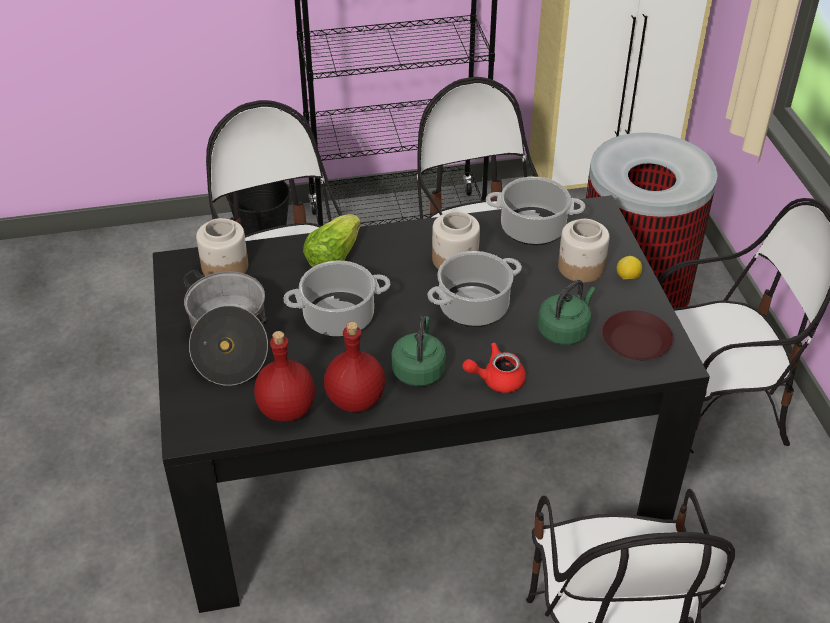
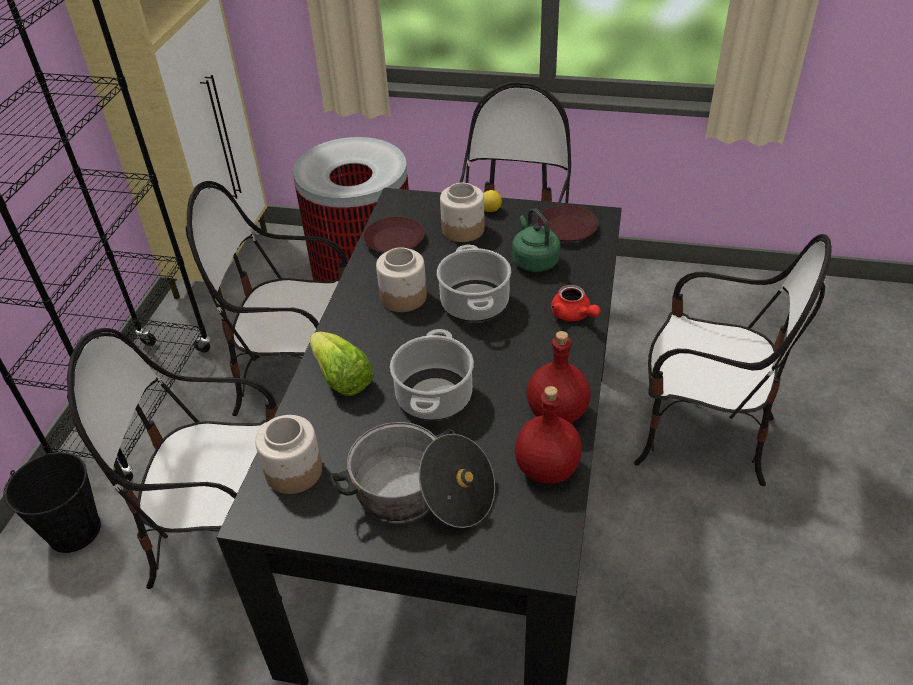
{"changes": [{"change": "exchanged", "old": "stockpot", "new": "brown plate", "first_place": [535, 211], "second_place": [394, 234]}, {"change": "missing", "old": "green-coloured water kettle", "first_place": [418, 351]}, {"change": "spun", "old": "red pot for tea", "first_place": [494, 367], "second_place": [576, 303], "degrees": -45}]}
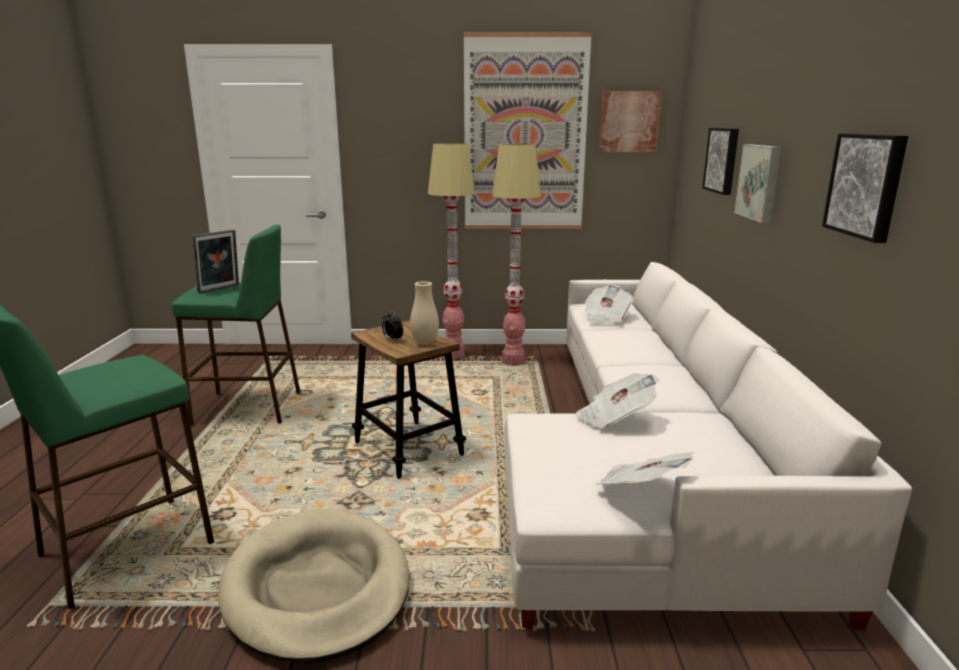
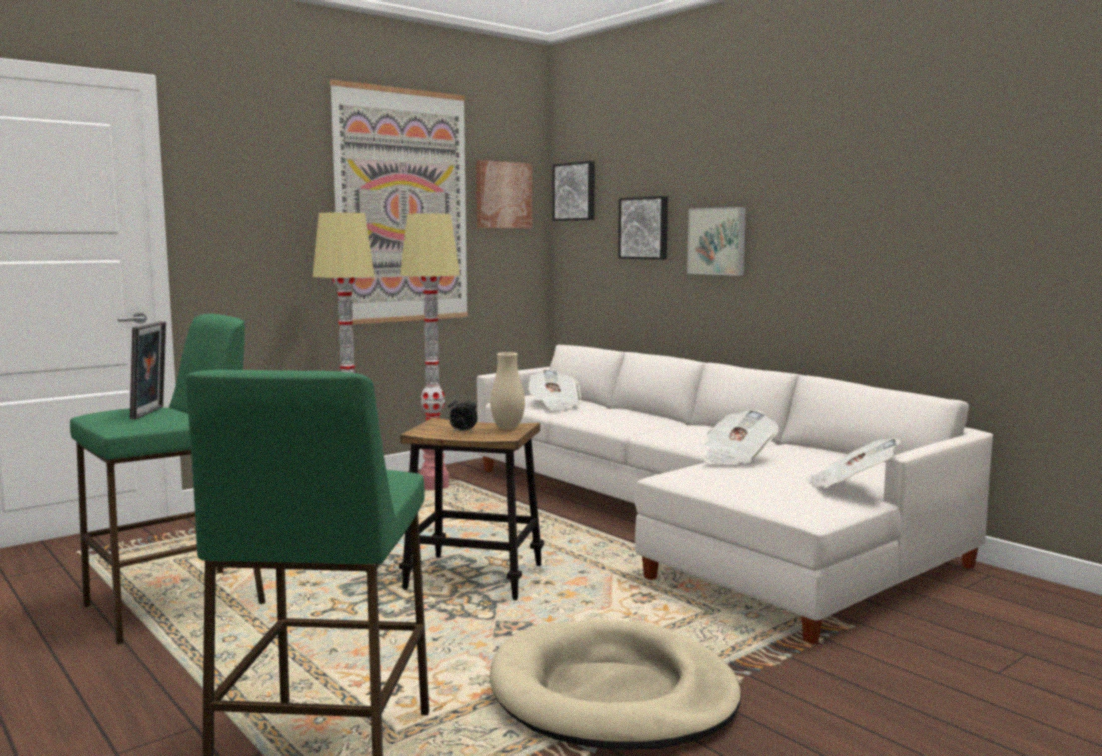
{"changes": [{"change": "relocated", "old": "wall picture", "first_place": [865, 188], "second_place": [573, 191]}]}
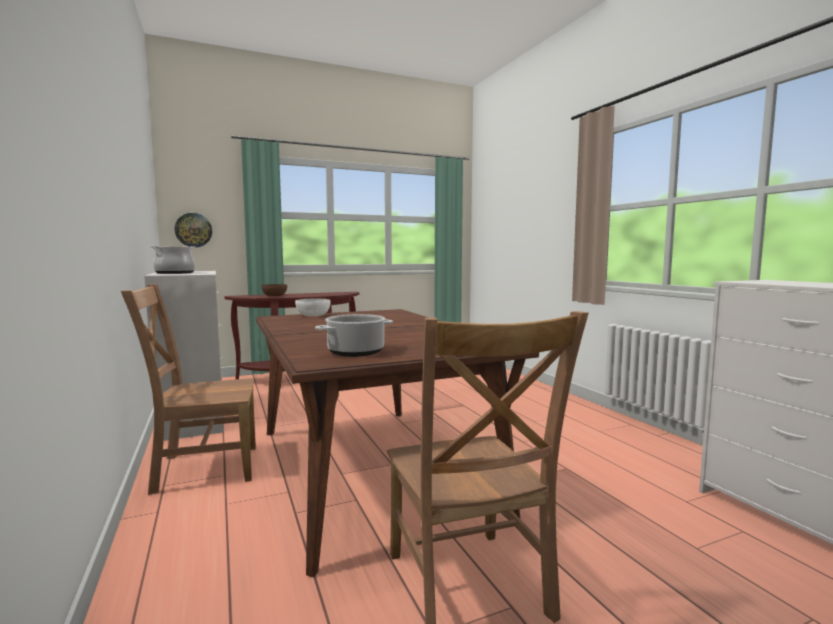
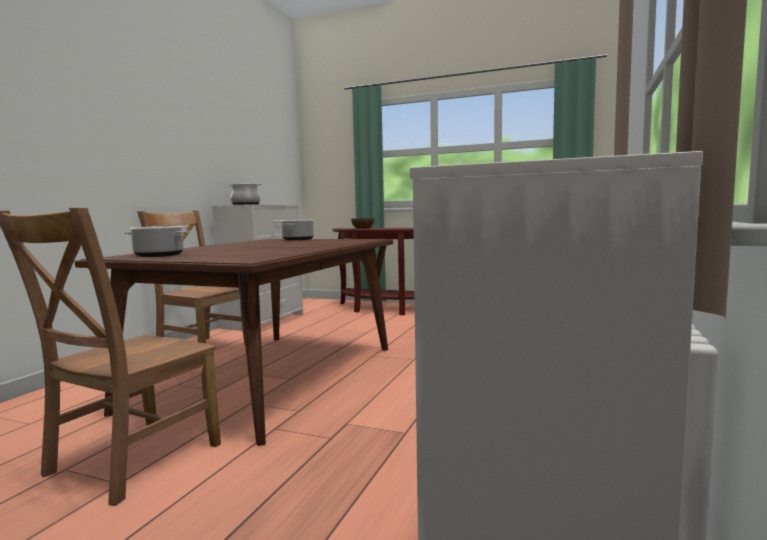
{"changes": [{"change": "missing", "old": "hanging clock", "first_place": [193, 230]}, {"change": "exchanged", "old": "white-coloured serving bowl", "new": "stockpot", "first_place": [313, 307], "second_place": [297, 230]}]}
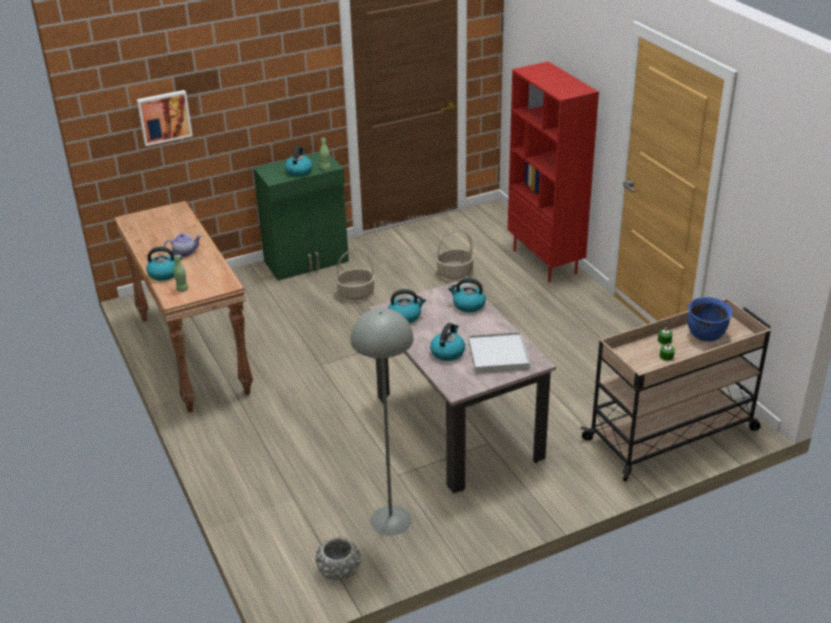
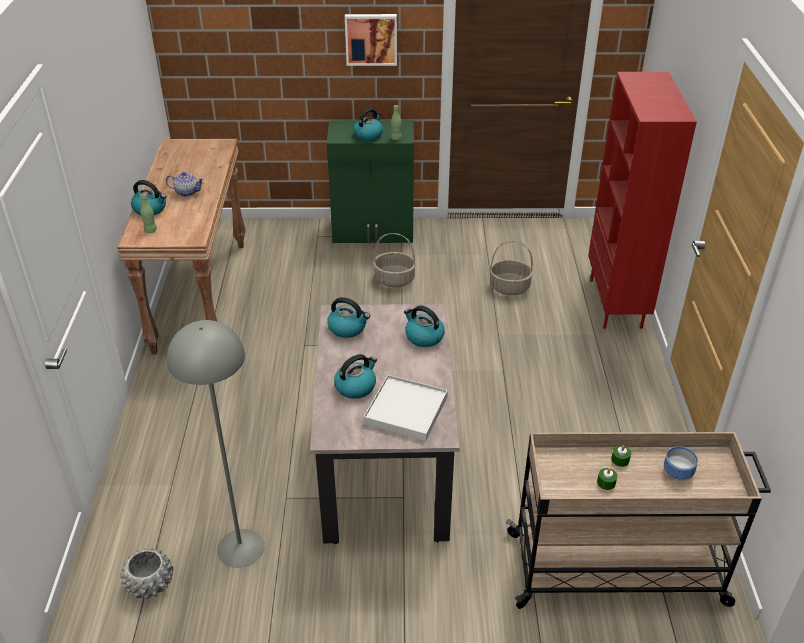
{"changes": [{"change": "relocated", "old": "wall picture", "first_place": [164, 118], "second_place": [371, 40]}, {"change": "exchanged", "old": "bluish stockpot", "new": "serving bowl", "first_place": [710, 319], "second_place": [681, 463]}]}
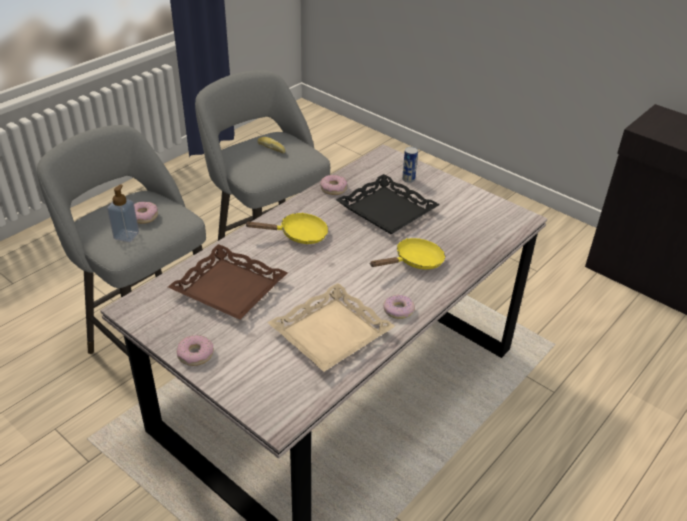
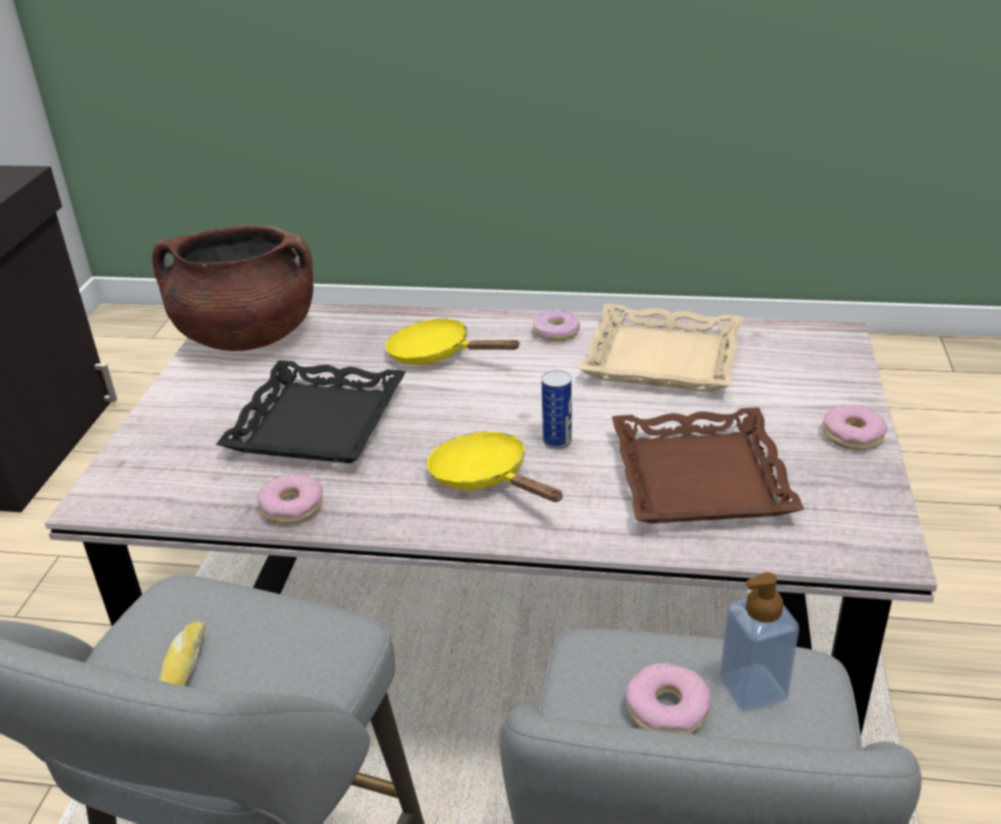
{"changes": [{"change": "relocated", "old": "sealed can", "first_place": [410, 165], "second_place": [557, 409]}, {"change": "appeared", "new": "brown stockpot", "second_place": [233, 288]}]}
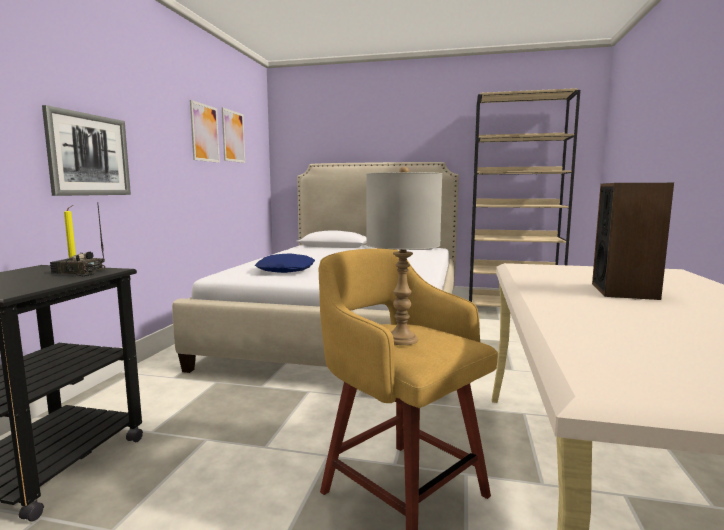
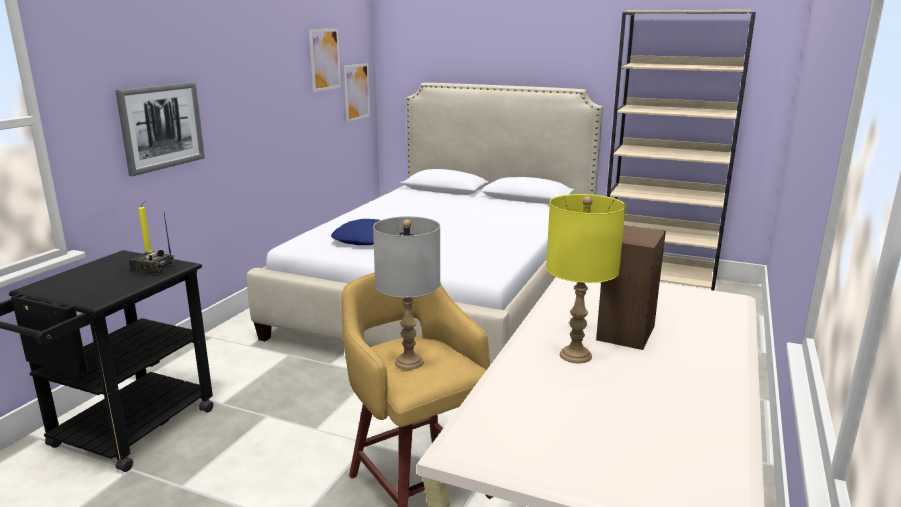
{"changes": [{"change": "relocated", "old": "wall picture", "first_place": [205, 131], "second_place": [357, 92]}, {"change": "appeared", "new": "yellowish lamp for a table", "second_place": [586, 278]}]}
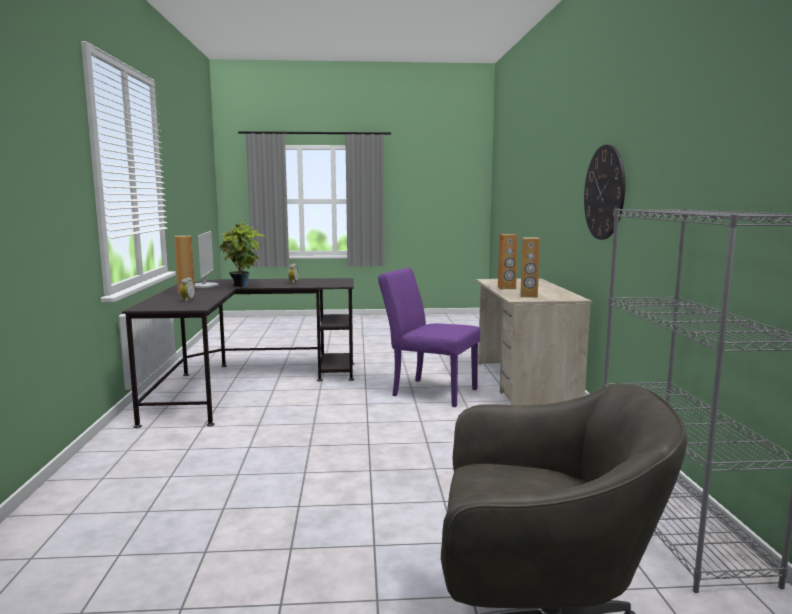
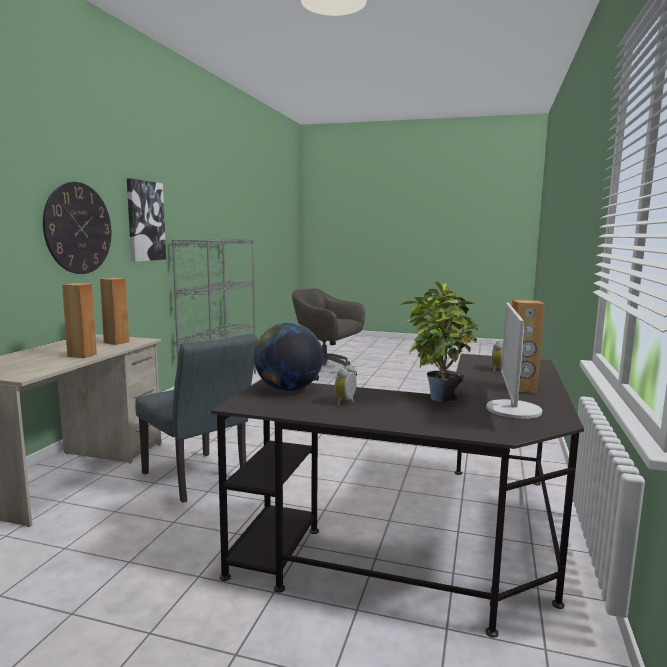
{"changes": [{"change": "colour", "old": "purplish upright chair", "new": "gray upright chair", "first_place": [429, 337], "second_place": [196, 418]}, {"change": "appeared", "new": "wall picture", "second_place": [146, 220]}, {"change": "appeared", "new": "world globe", "second_place": [288, 357]}]}
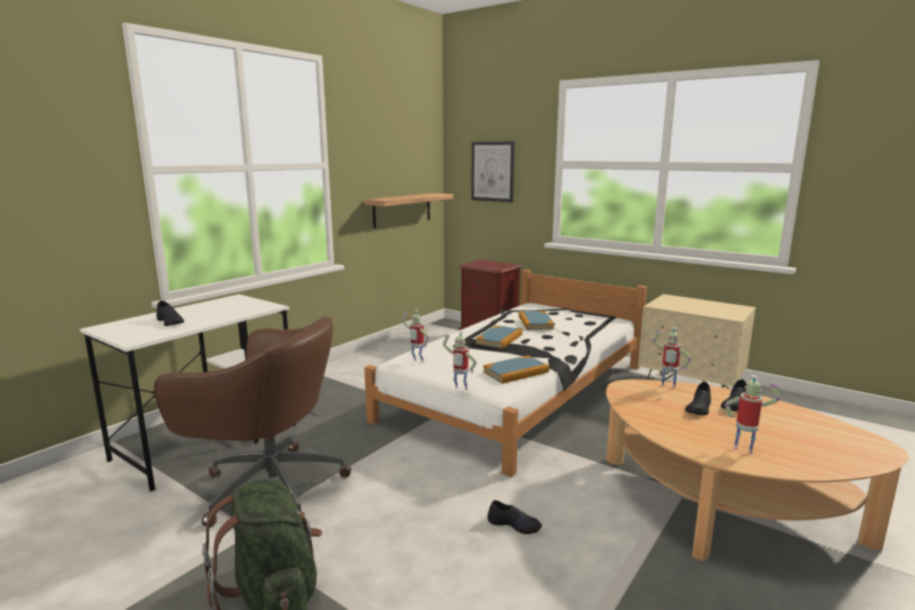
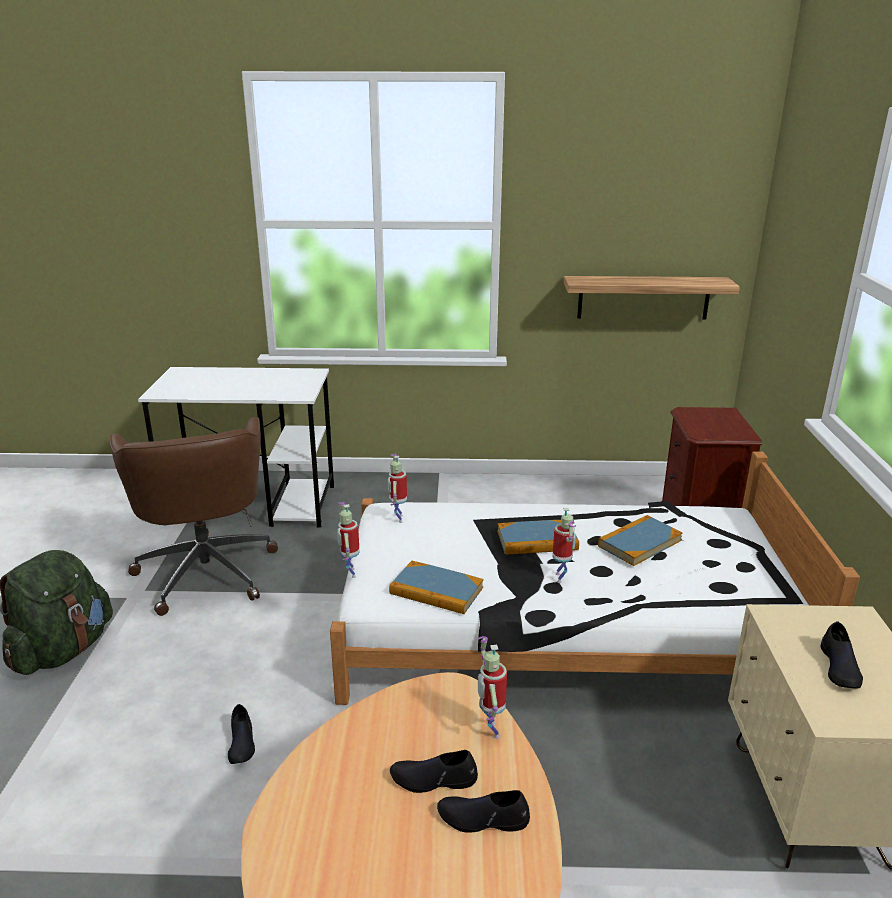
{"changes": [{"change": "missing", "old": "wall picture", "first_place": [493, 172]}, {"change": "relocated", "old": "black-coloured item of footwear", "first_place": [170, 313], "second_place": [842, 655]}, {"change": "relocated", "old": "model robot", "first_place": [752, 414], "second_place": [564, 545]}]}
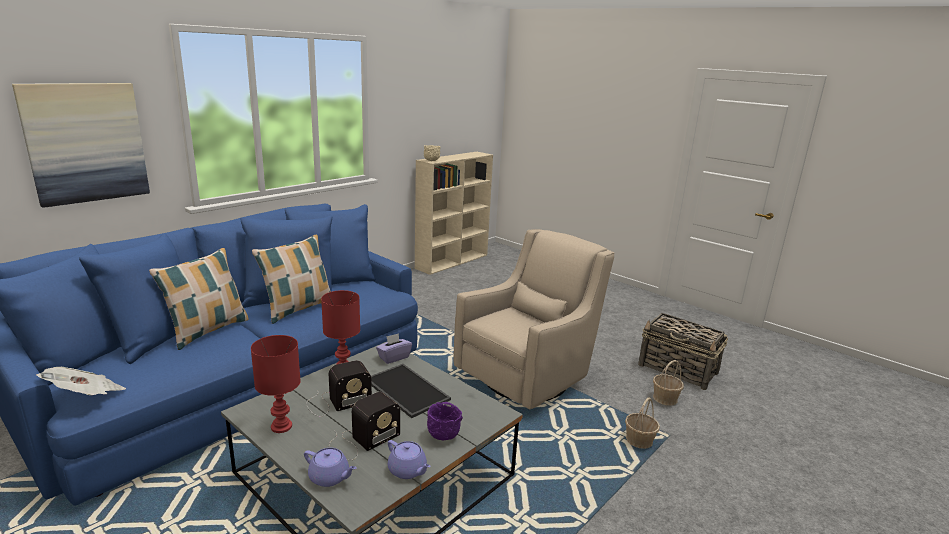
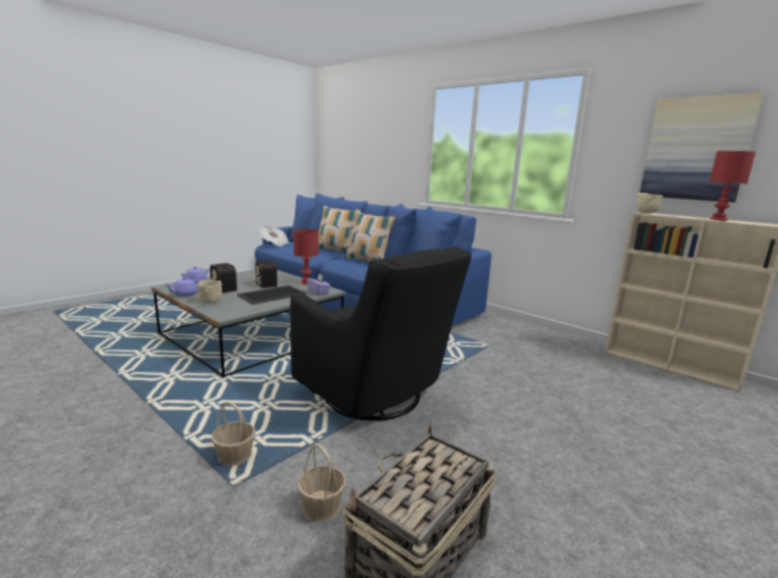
{"changes": [{"change": "relocated", "old": "wall picture", "first_place": [81, 145], "second_place": [702, 147]}, {"change": "colour", "old": "beige easy chair", "new": "black-coloured easy chair", "first_place": [534, 319], "second_place": [381, 334]}, {"change": "relocated", "old": "red lamp for a table", "first_place": [276, 384], "second_place": [733, 186]}, {"change": "colour", "old": "purplish serving bowl", "new": "beige serving bowl", "first_place": [445, 421], "second_place": [209, 291]}]}
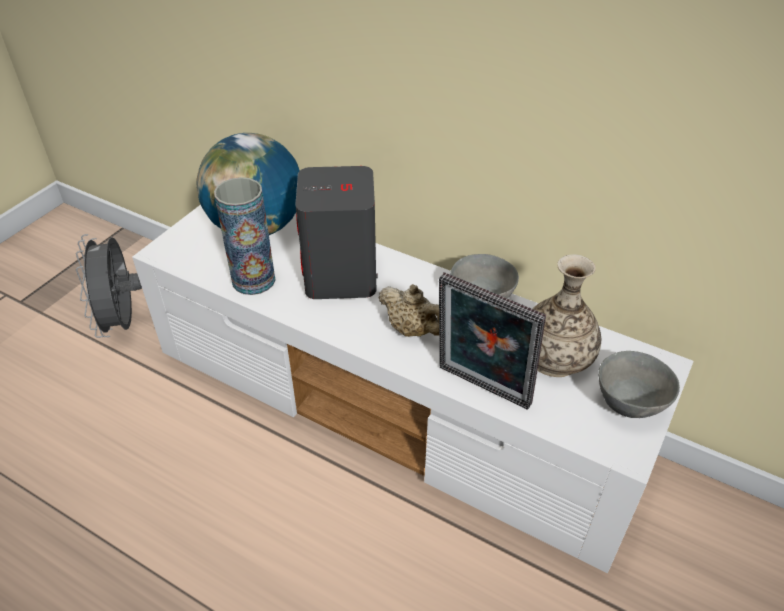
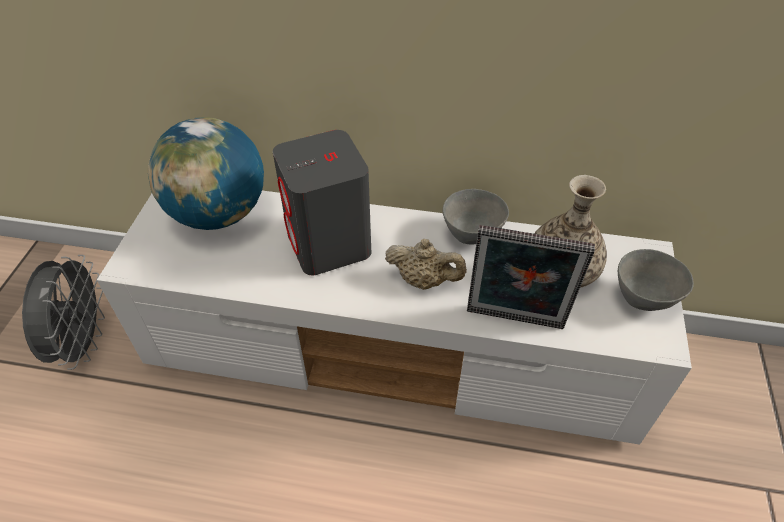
{"changes": [{"change": "missing", "old": "vase", "first_place": [244, 236]}, {"change": "spun", "old": "gray cooling fan", "first_place": [109, 286], "second_place": [63, 312], "degrees": -150}]}
